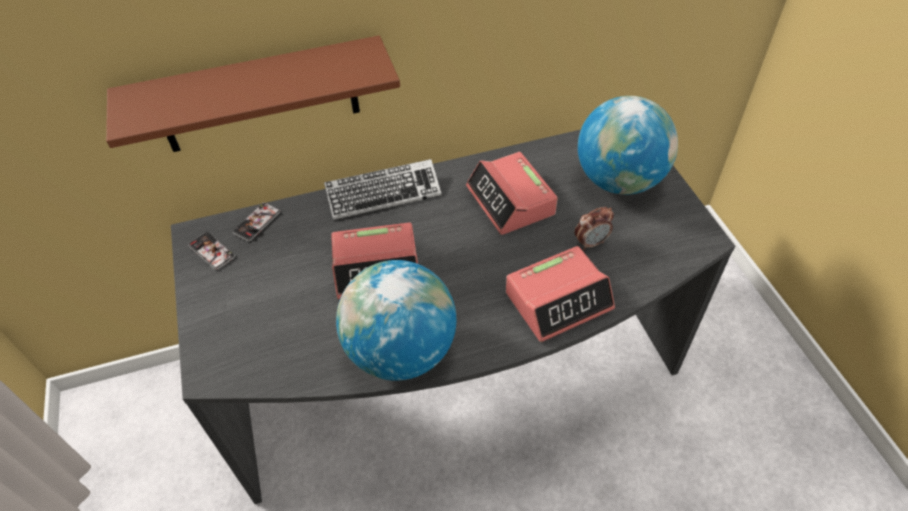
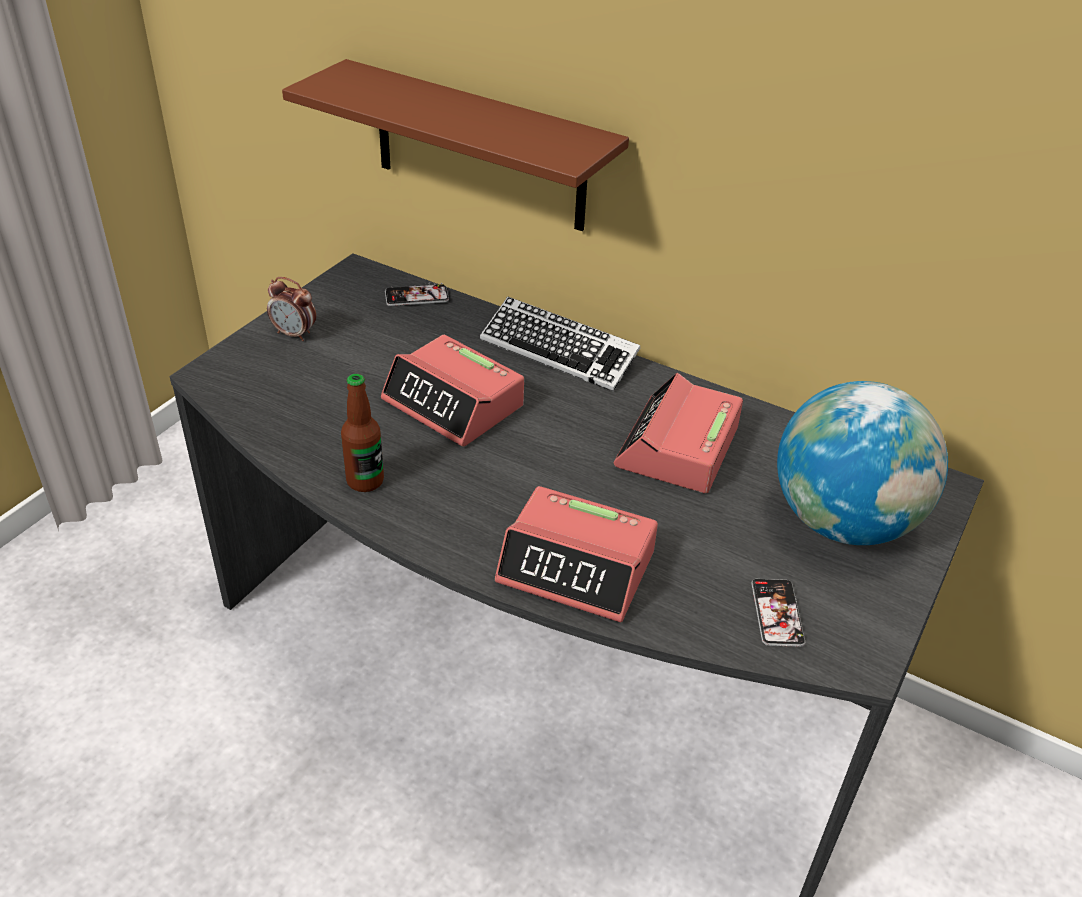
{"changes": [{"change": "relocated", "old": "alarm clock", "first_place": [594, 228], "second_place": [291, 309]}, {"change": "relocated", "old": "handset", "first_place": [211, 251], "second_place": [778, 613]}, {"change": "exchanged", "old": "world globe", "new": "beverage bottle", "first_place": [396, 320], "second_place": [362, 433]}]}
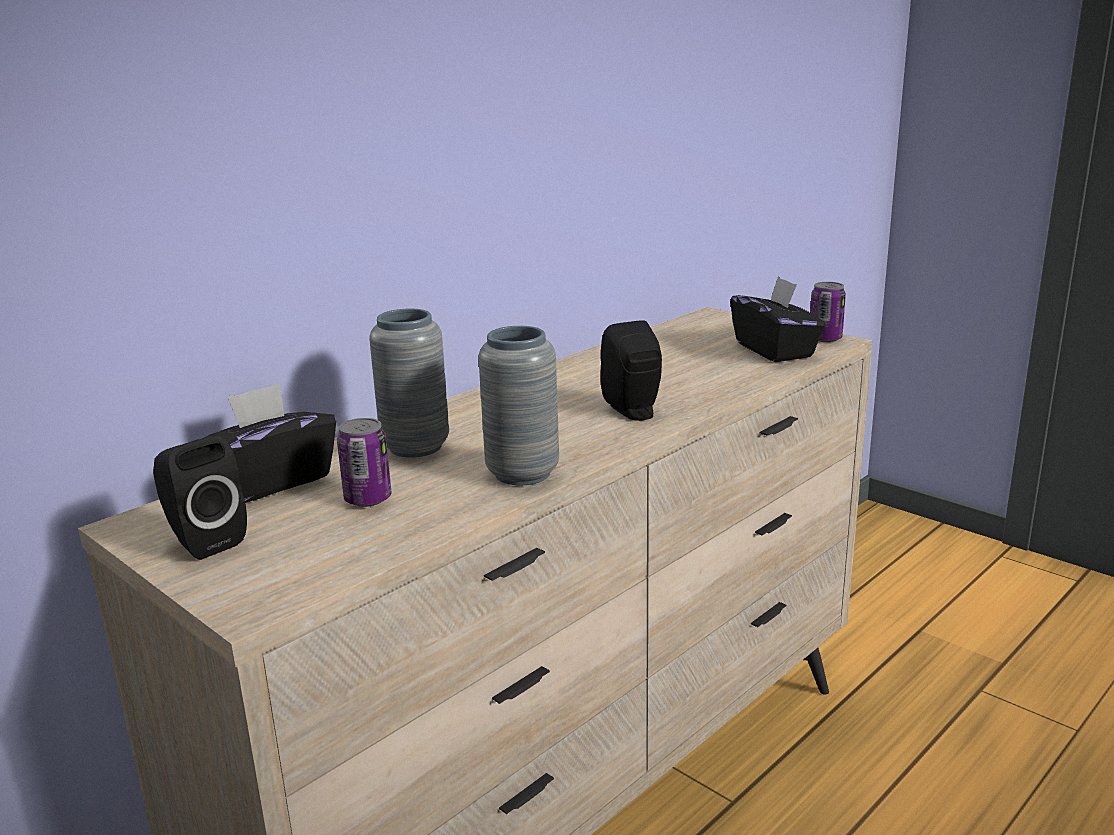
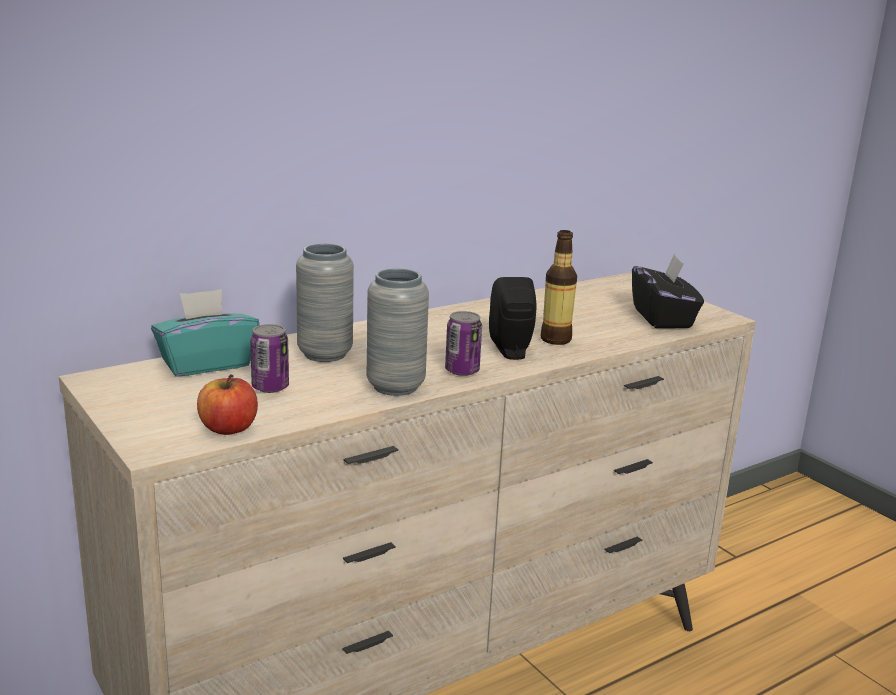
{"changes": [{"change": "relocated", "old": "sealed can", "first_place": [828, 312], "second_place": [463, 343]}, {"change": "colour", "old": "black-coloured box of tissues", "new": "turquoise box of tissues", "first_place": [270, 443], "second_place": [205, 333]}, {"change": "missing", "old": "black-coloured loudspeaker", "first_place": [200, 497]}, {"change": "appeared", "new": "beverage bottle", "second_place": [559, 287]}, {"change": "appeared", "new": "apple fruit", "second_place": [227, 404]}]}
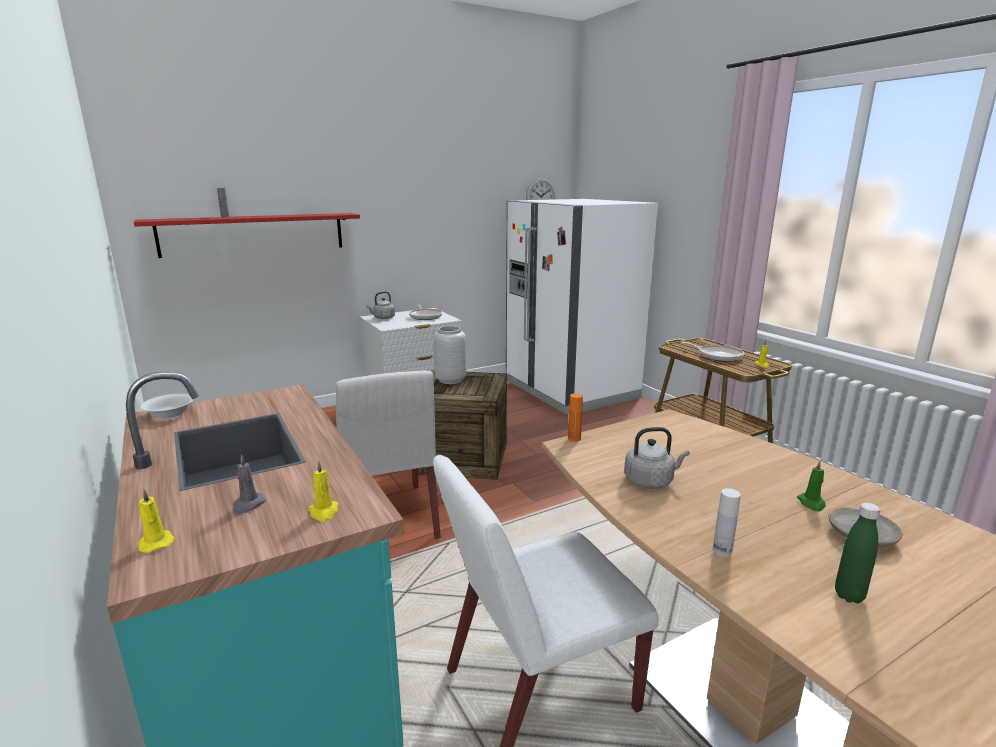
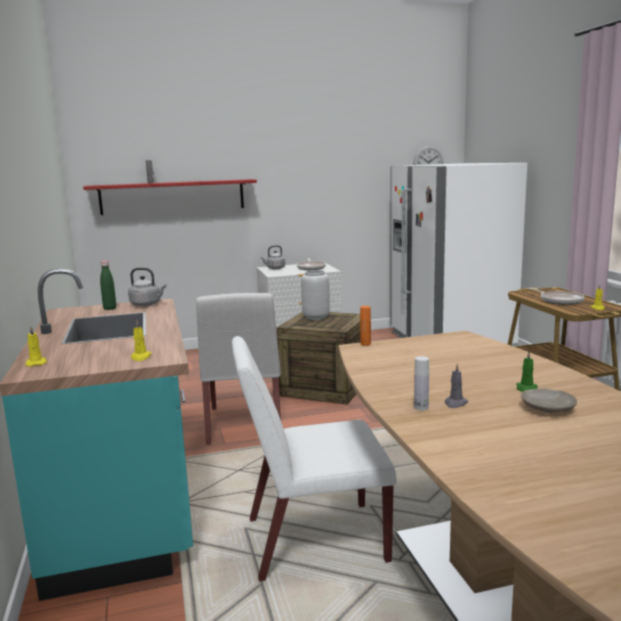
{"changes": [{"change": "missing", "old": "white-coloured serving bowl", "first_place": [167, 406]}, {"change": "relocated", "old": "gray water kettle", "first_place": [657, 458], "second_place": [147, 287]}, {"change": "relocated", "old": "gray wax light", "first_place": [249, 484], "second_place": [456, 386]}, {"change": "relocated", "old": "green-coloured beverage bottle", "first_place": [858, 553], "second_place": [108, 285]}]}
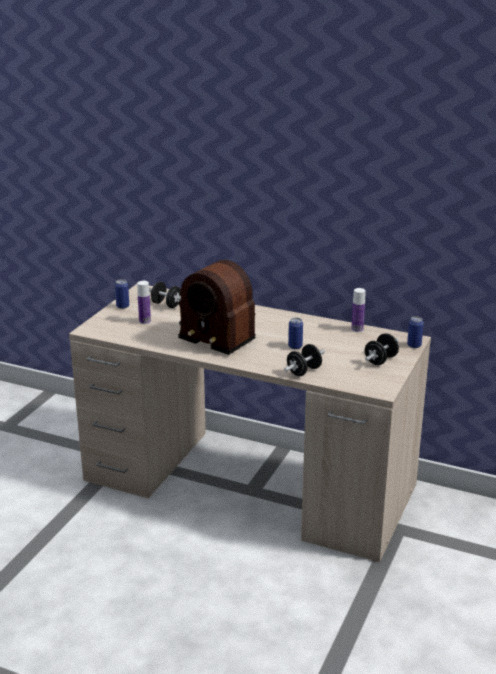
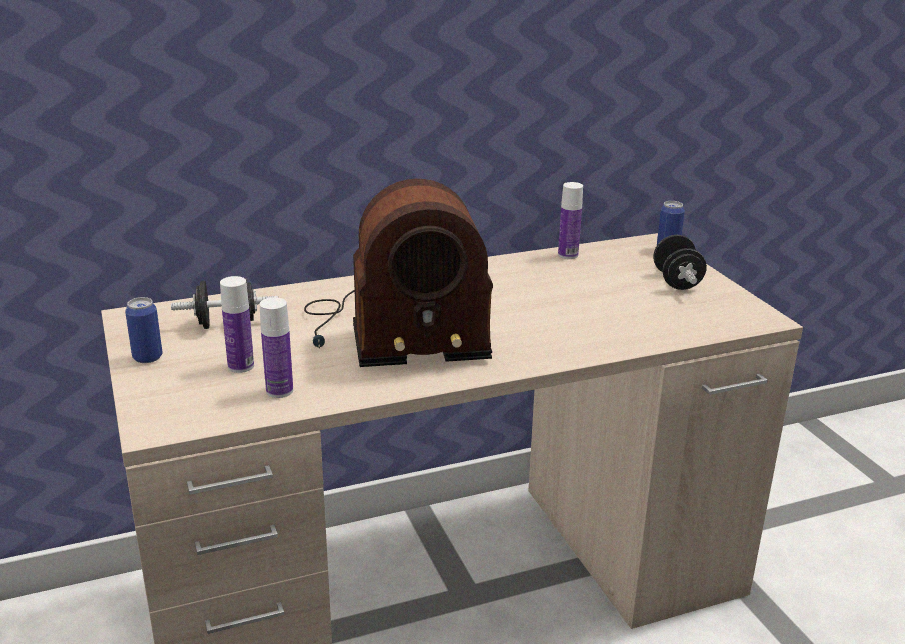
{"changes": [{"change": "missing", "old": "sealed can", "first_place": [295, 333]}, {"change": "missing", "old": "black-coloured dumbbell", "first_place": [304, 360]}, {"change": "appeared", "new": "beverage bottle", "second_place": [276, 347]}]}
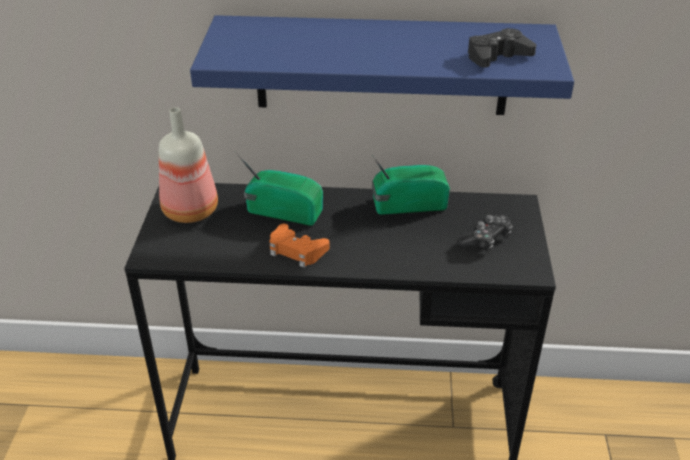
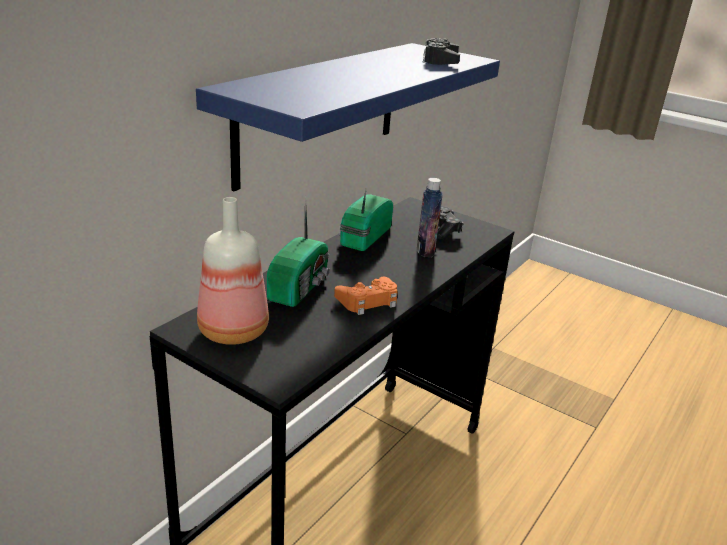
{"changes": [{"change": "spun", "old": "radio receiver", "first_place": [279, 188], "second_place": [298, 251], "degrees": 150}, {"change": "appeared", "new": "beverage bottle", "second_place": [430, 217]}]}
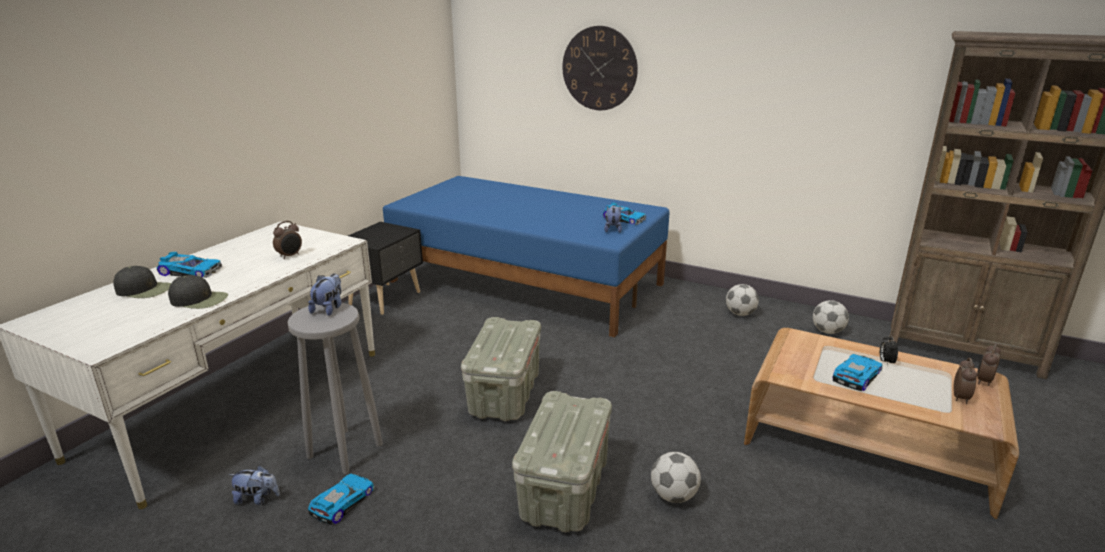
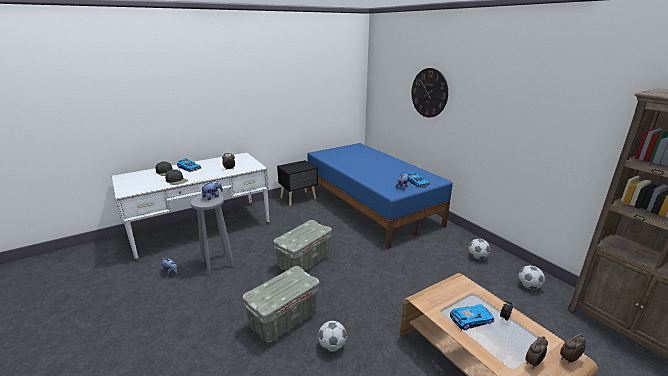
{"changes": [{"change": "missing", "old": "miniature car", "first_place": [341, 499]}]}
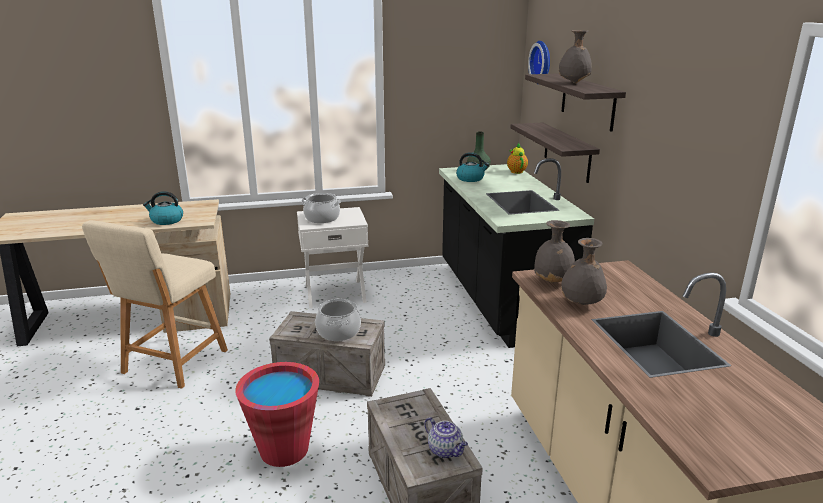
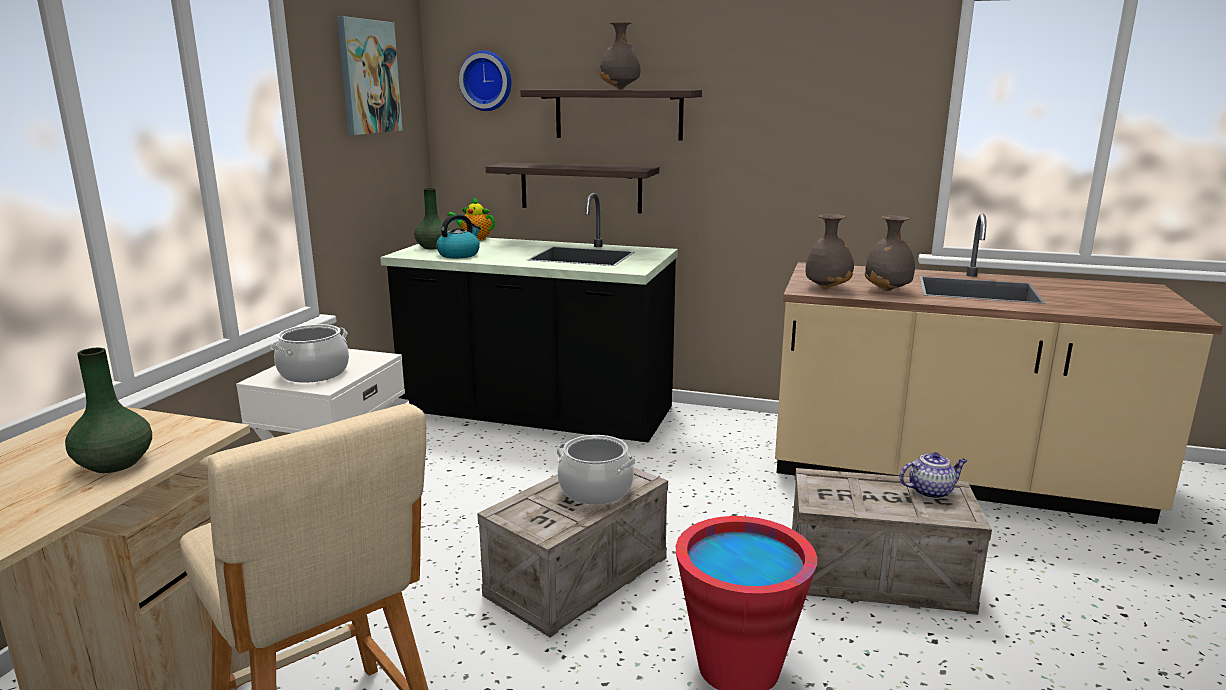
{"changes": [{"change": "exchanged", "old": "water kettle", "new": "green-coloured vase", "first_place": [163, 208], "second_place": [108, 410]}, {"change": "appeared", "new": "wall picture", "second_place": [370, 75]}]}
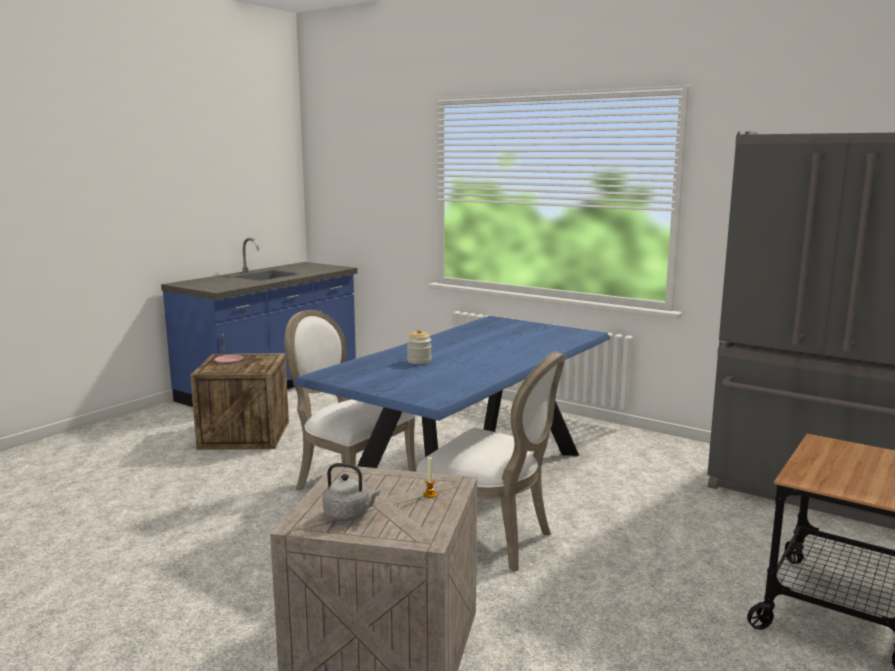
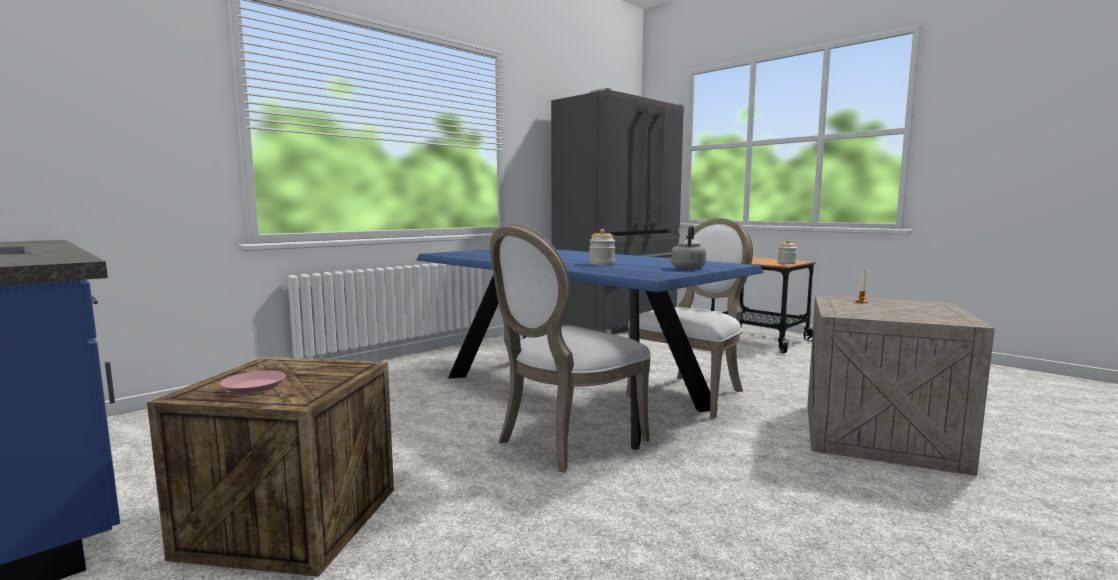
{"changes": [{"change": "relocated", "old": "gray water kettle", "first_place": [351, 492], "second_place": [688, 247]}, {"change": "appeared", "new": "preserve jar", "second_place": [787, 252]}]}
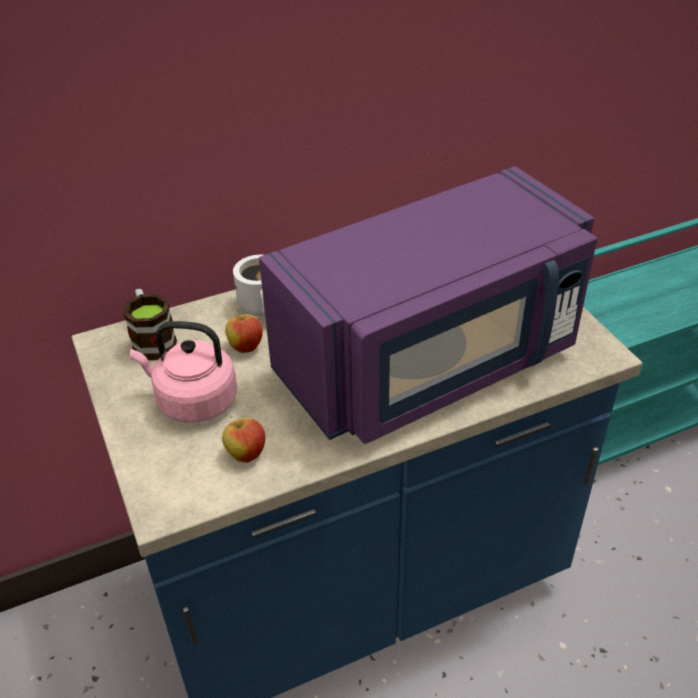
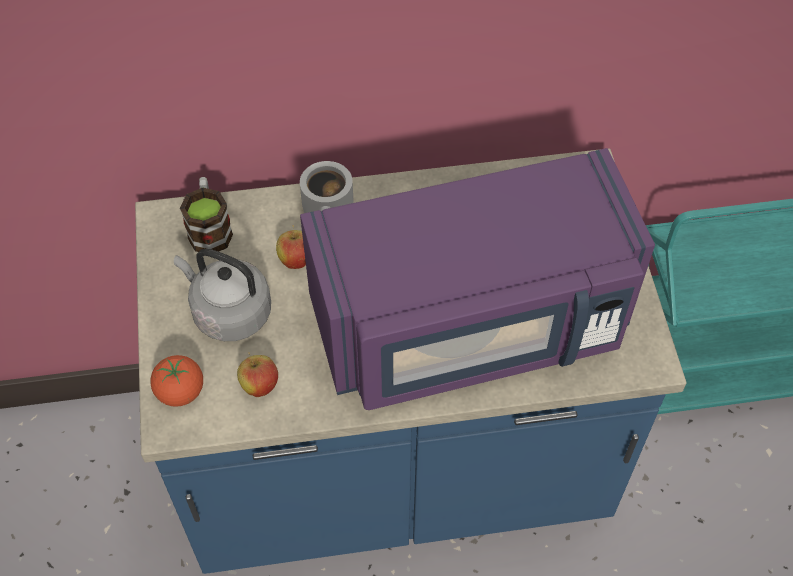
{"changes": [{"change": "colour", "old": "pink-coloured water kettle", "new": "gray water kettle", "first_place": [183, 371], "second_place": [222, 295]}, {"change": "appeared", "new": "fresh tomato", "second_place": [176, 381]}]}
